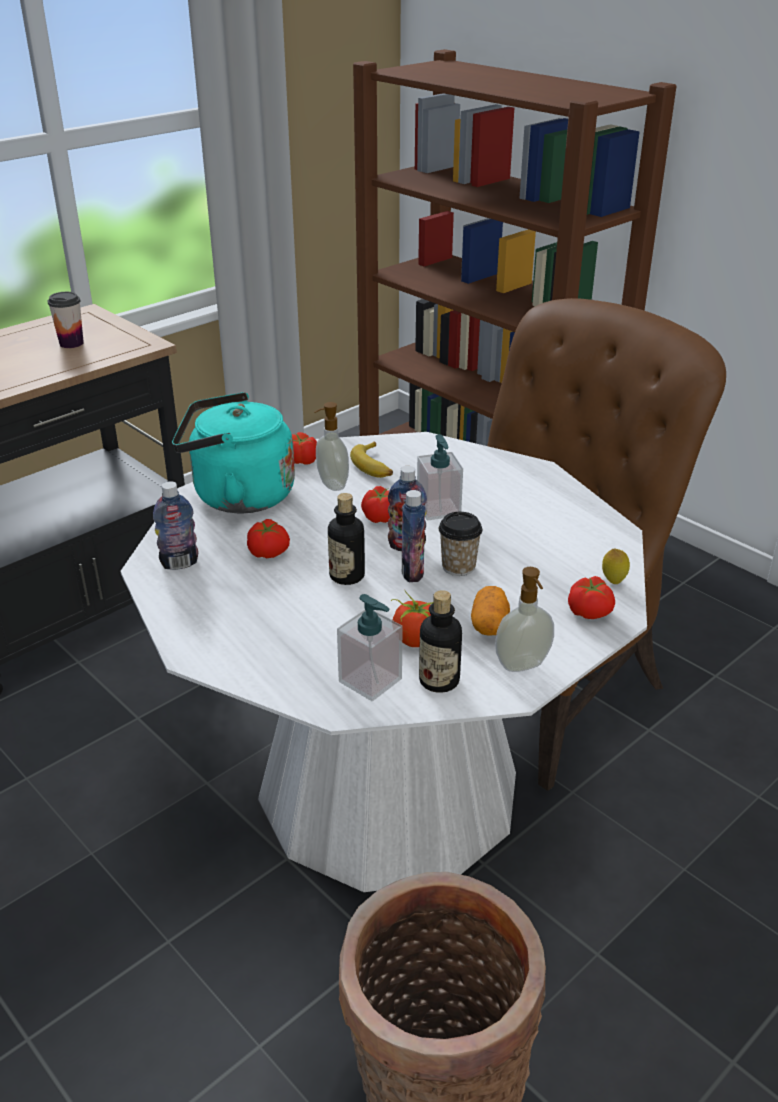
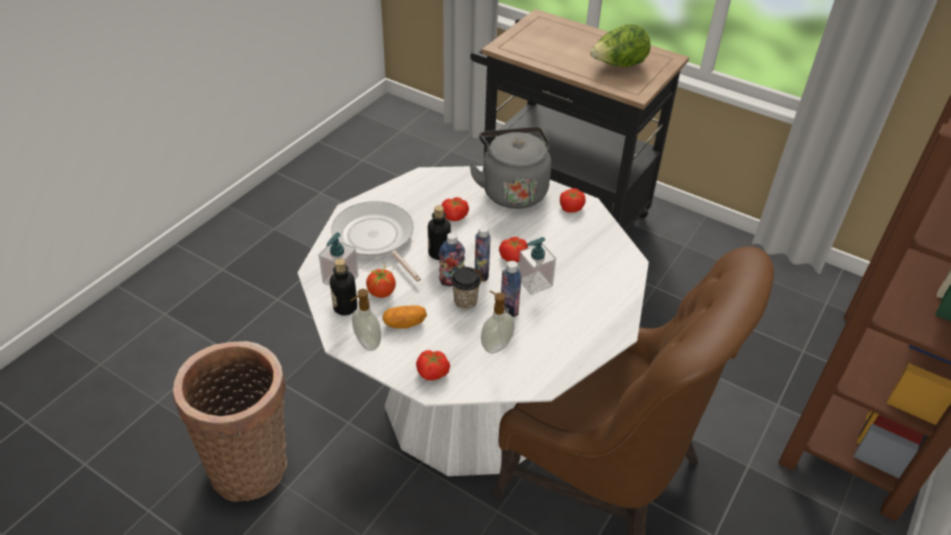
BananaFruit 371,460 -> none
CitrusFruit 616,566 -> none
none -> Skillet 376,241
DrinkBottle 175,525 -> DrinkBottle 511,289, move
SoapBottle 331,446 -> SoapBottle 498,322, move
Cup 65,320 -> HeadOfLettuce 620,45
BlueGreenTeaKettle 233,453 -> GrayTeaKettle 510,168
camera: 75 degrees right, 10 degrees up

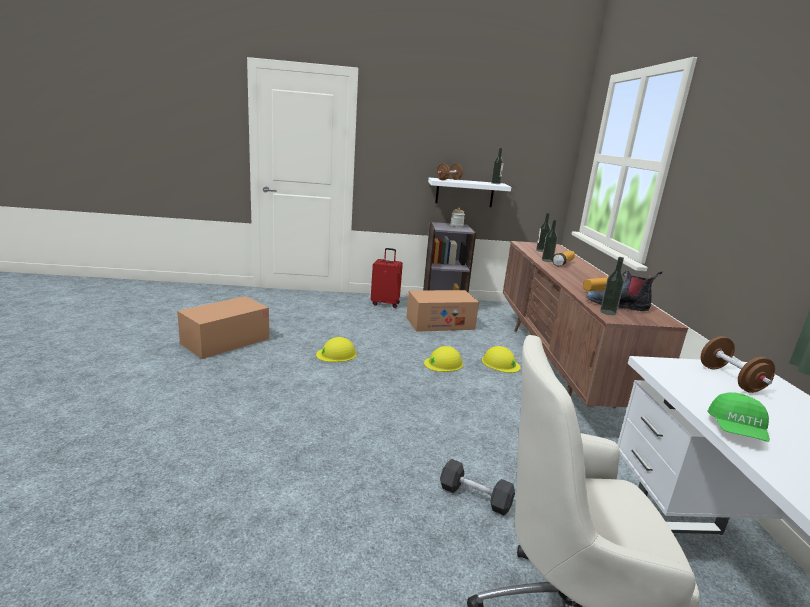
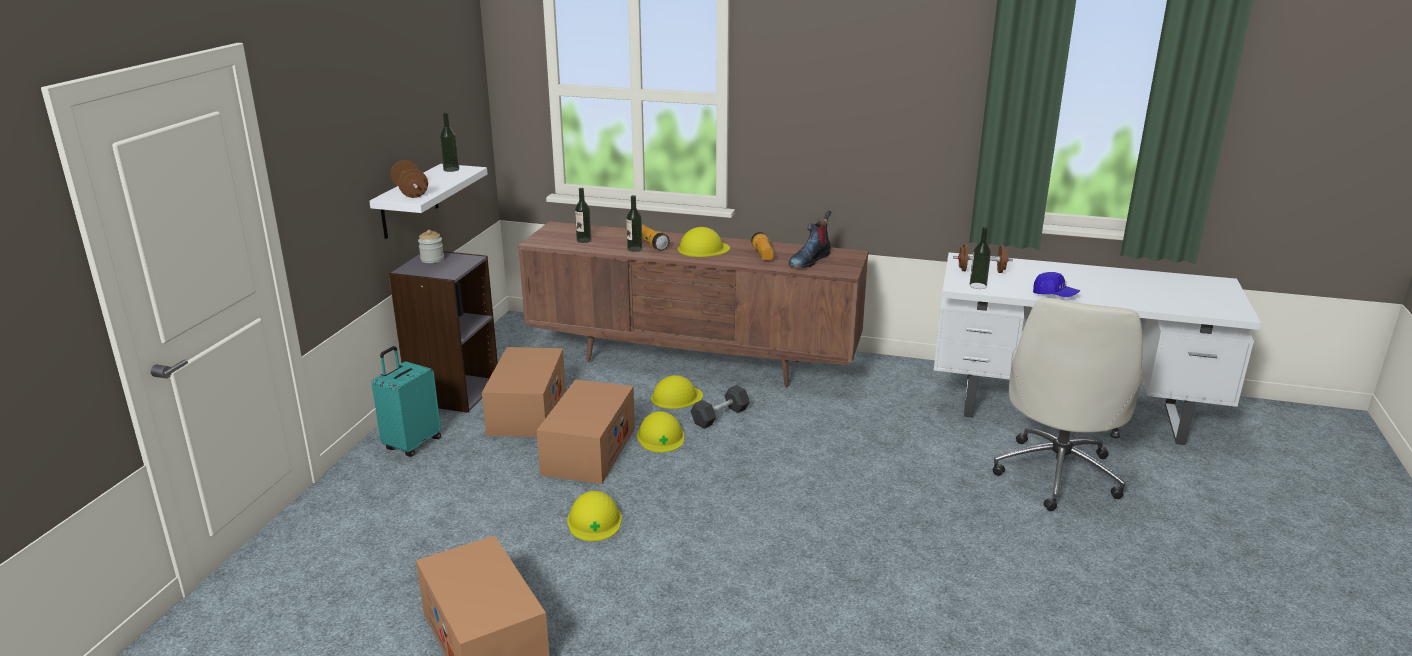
none -> Carton 586,431
none -> YellowHardHat 704,242
GrayHandWeight 477,487 -> GrayHandWeight 720,407, move
DrinkBottle 612,286 -> DrinkBottle 980,258, move
RedColouredTravelCase 387,278 -> BlueGreenTravelCase 406,401
GreenColouredBaseballCap 738,417 -> BluishBaseballCap 1056,284
camera: 70 degrees left, 5 degrees up

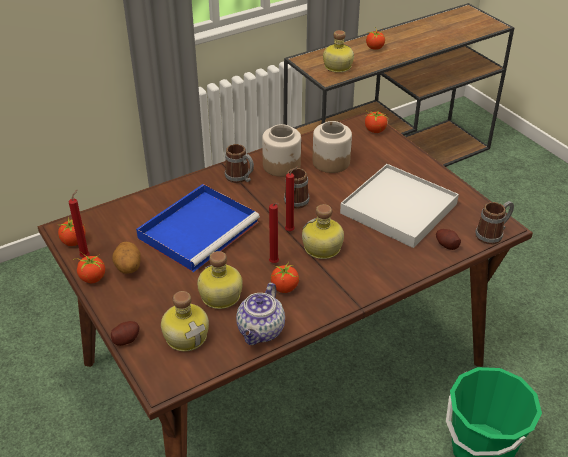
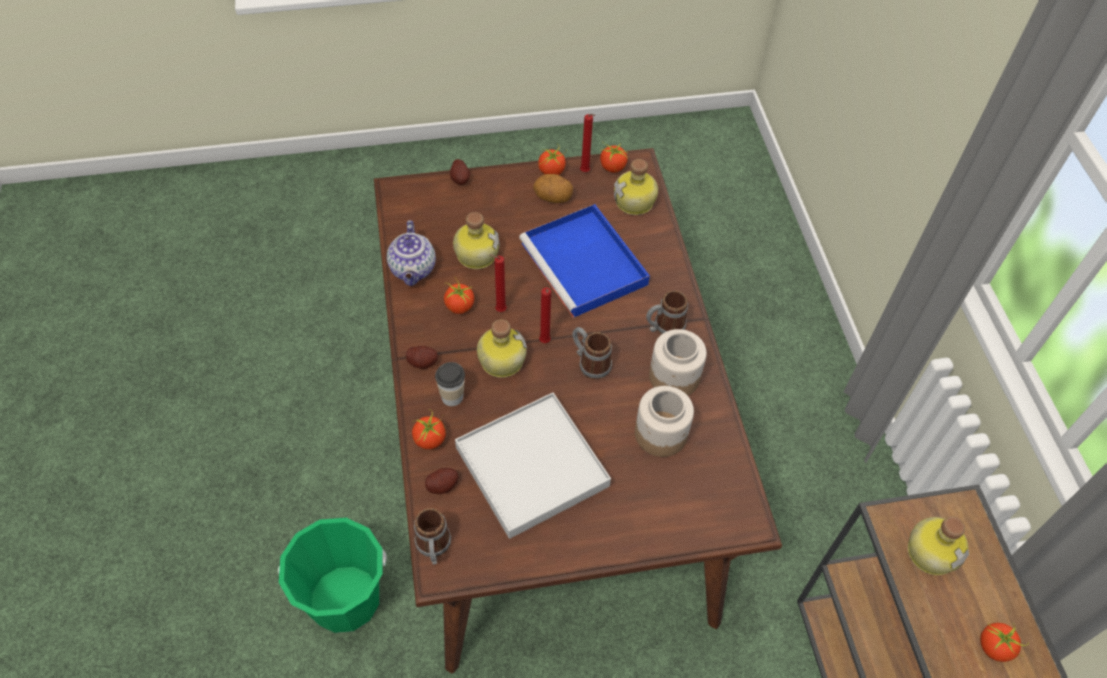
none -> WholePotato 422,357
none -> Cup 450,384
DrinkBottle 185,321 -> DrinkBottle 636,187, move
FreshTomato 376,121 -> FreshTomato 429,429, move
PotForTea 260,314 -> PotForTea 411,253, 135 degrees counterclockwise
camera: 110 degrees right, 15 degrees up

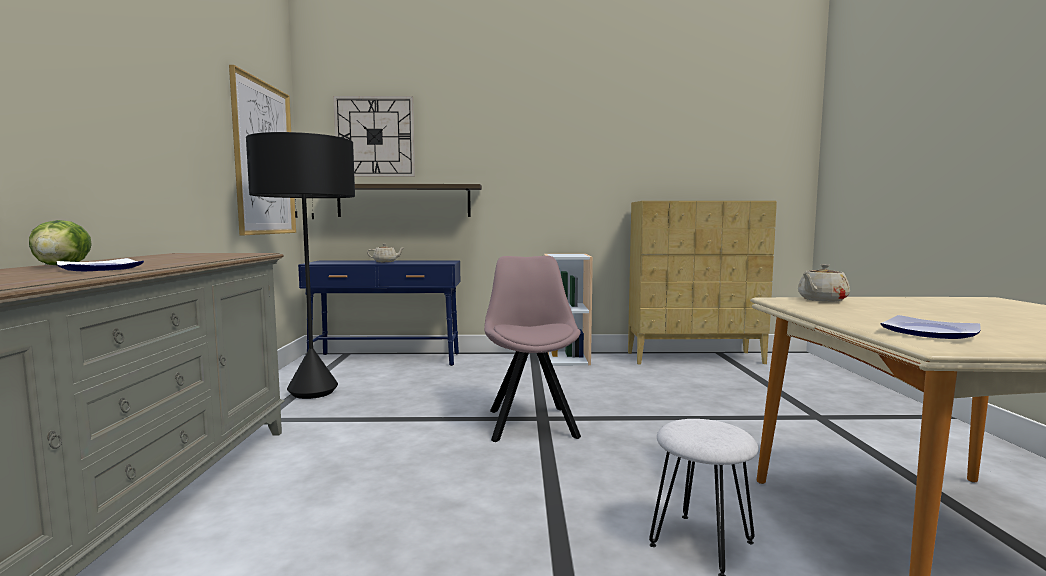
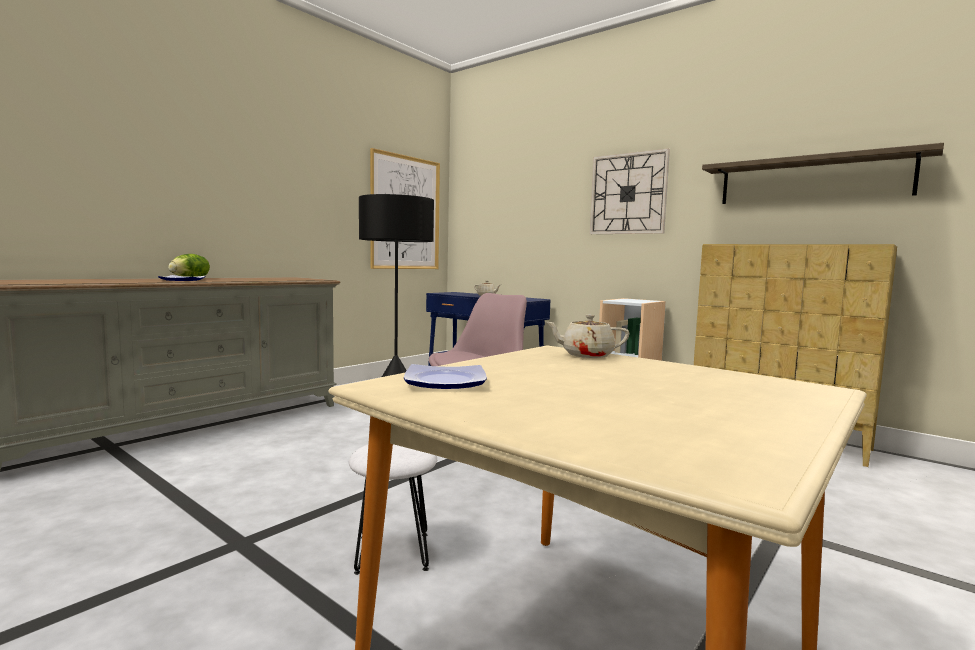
WallClock 374,136 -> WallClock 630,191, move
BracketShelf 409,200 -> BracketShelf 823,173, move
camera: 40 degrees right, 0 degrees up

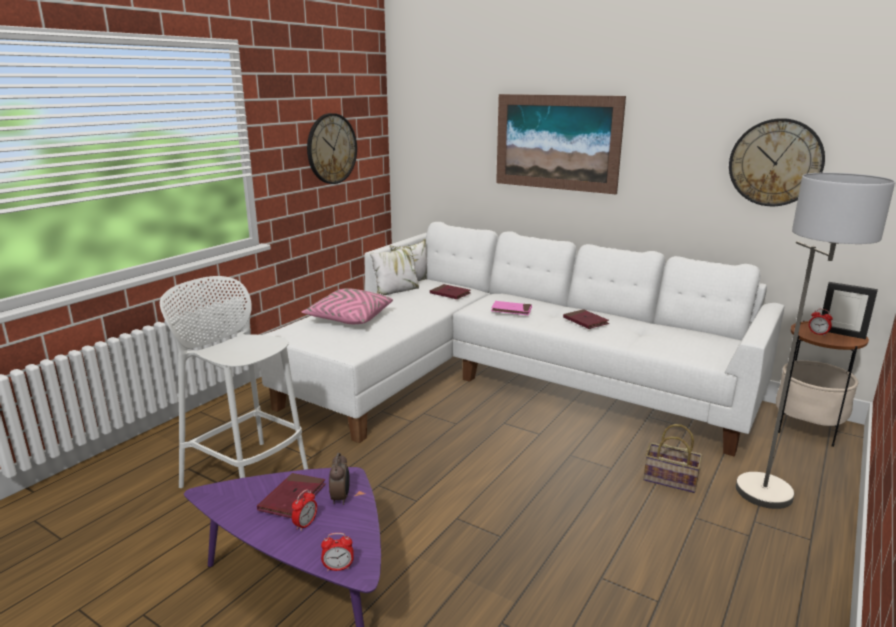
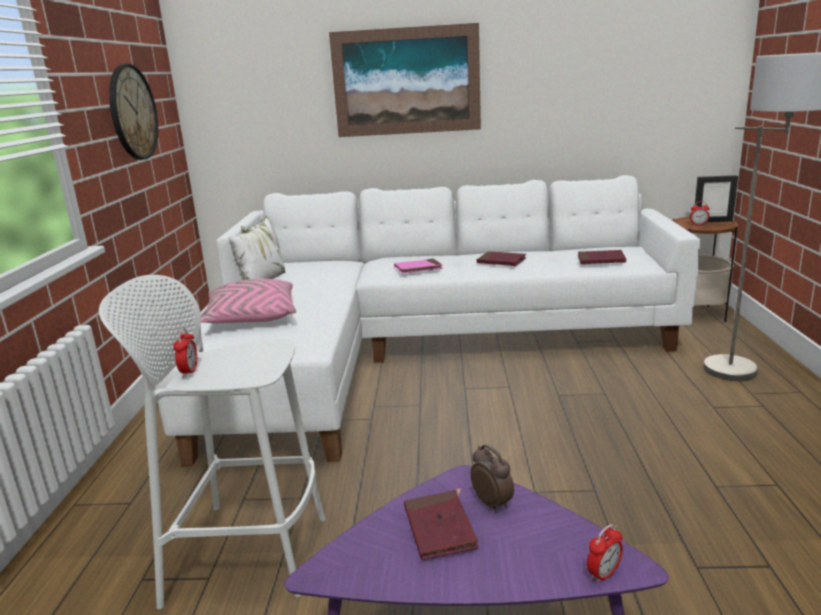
HouseholdBasket 673,458 -> none
WallClock 777,162 -> none
TableClock 304,510 -> TableClock 185,352, move
RedColouredBoundBook 450,291 -> RedColouredBoundBook 602,257, move
camera: 30 degrees left, 0 degrees up

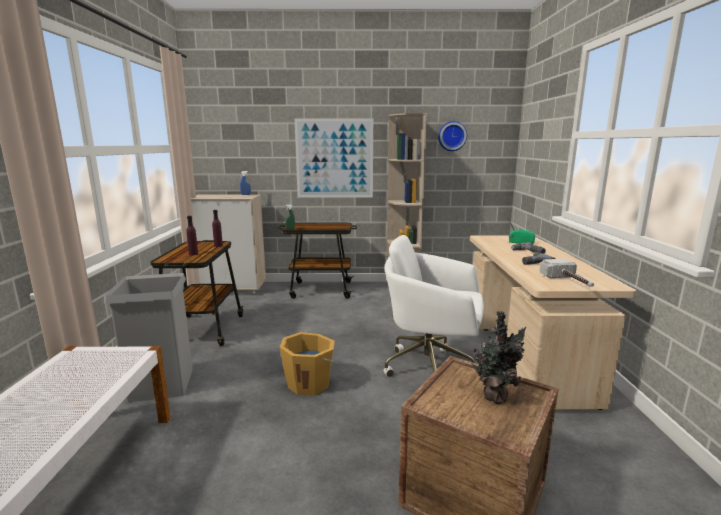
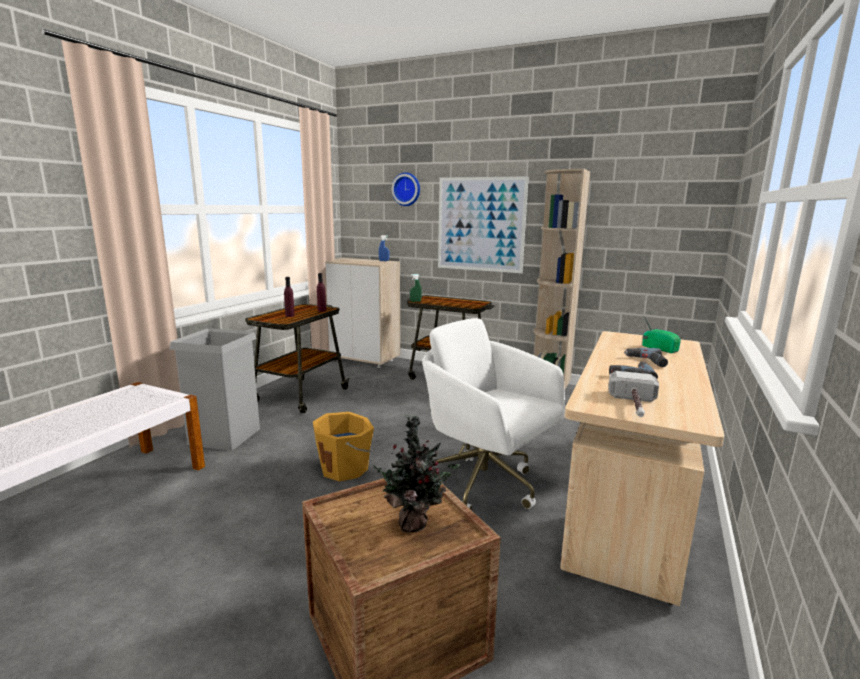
WallClock 452,136 -> WallClock 406,189, move
camera: 25 degrees right, 0 degrees up

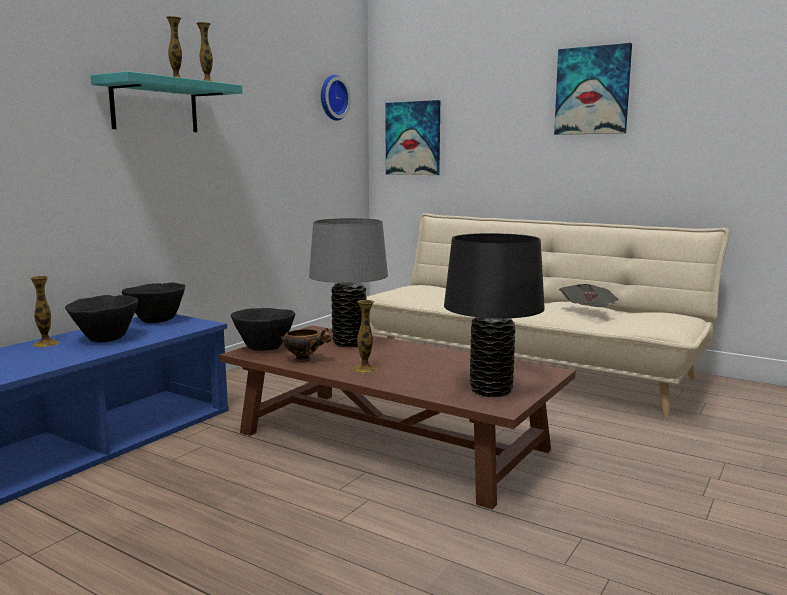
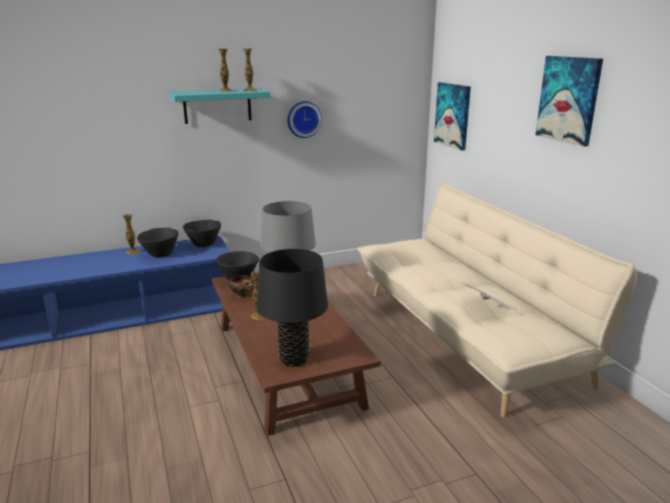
WallClock 336,98 -> WallClock 304,119, move
camera: 35 degrees right, 10 degrees up

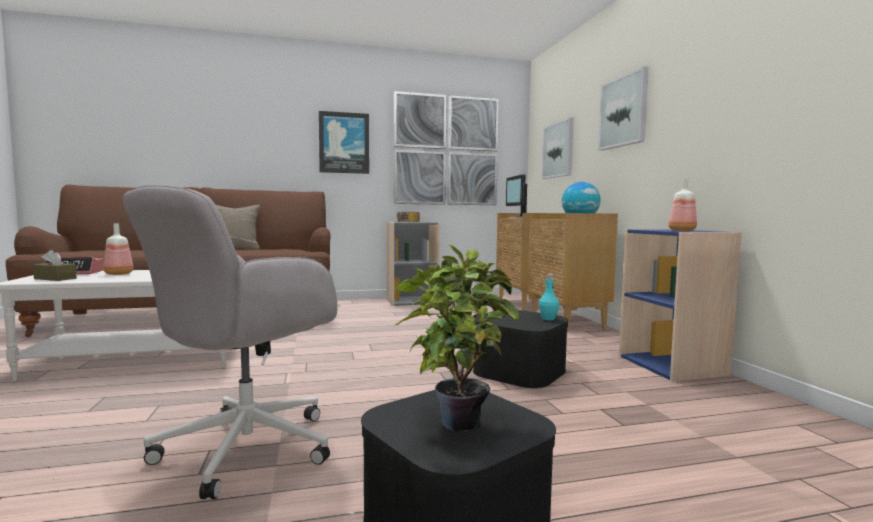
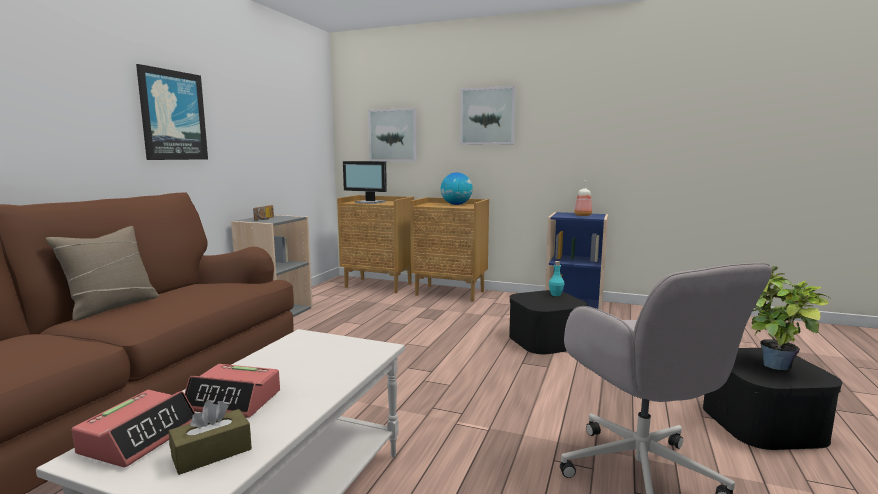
Picture 446,148 -> none
DrinkBottle 118,249 -> TableClock 232,391
camera: 55 degrees left, 5 degrees up

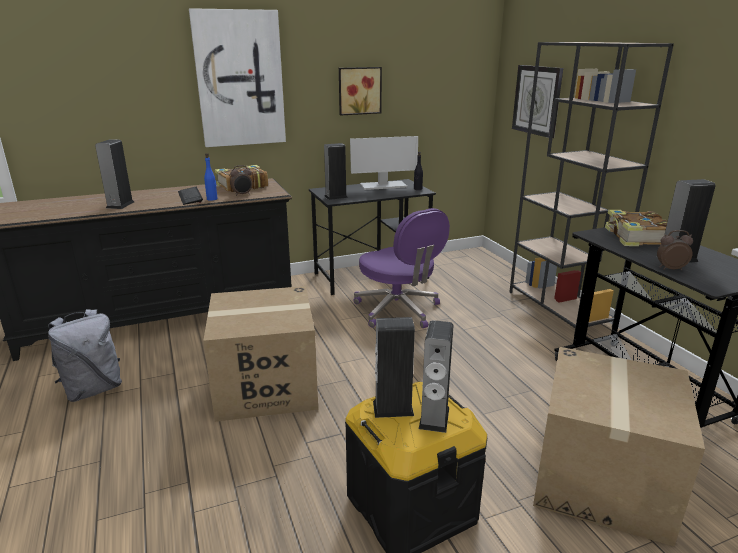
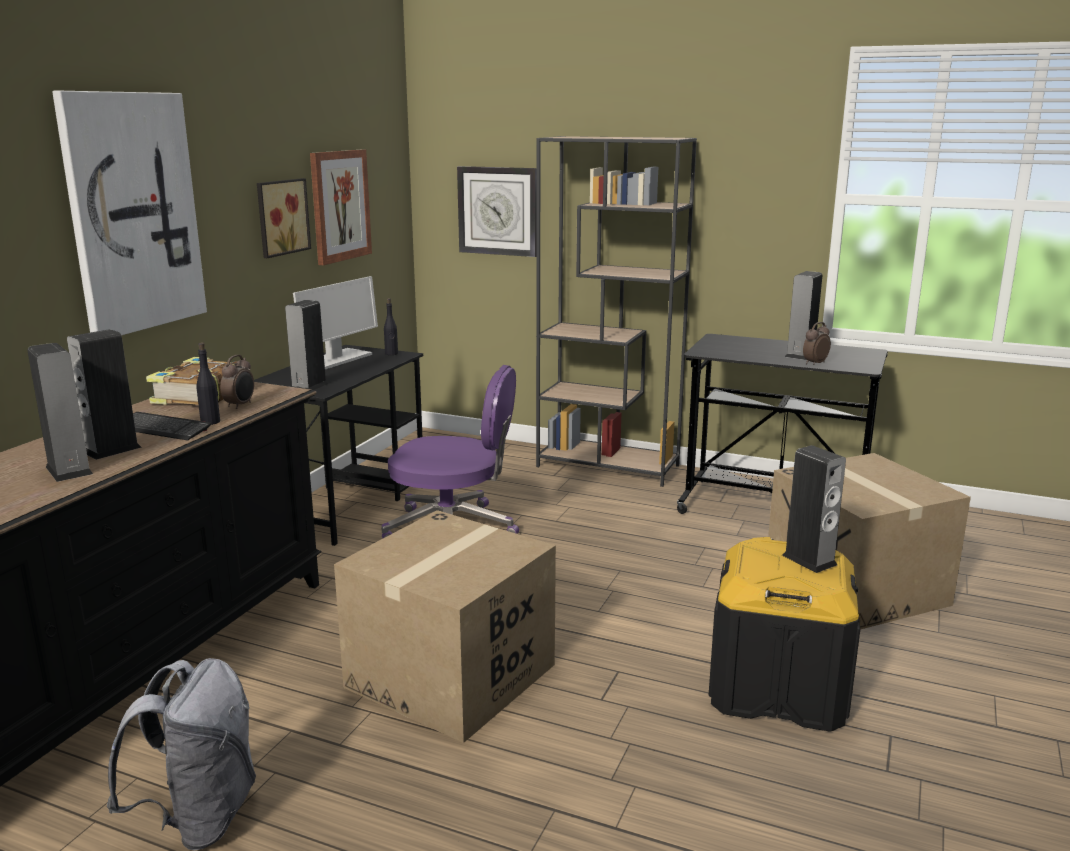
BoundBook 636,228 -> none
none -> Picture 341,207
Speaker 394,367 -> Speaker 104,394, move
BluishDrinkBottle 211,177 -> BlackColouredDrinkBottle 208,383
camera: 45 degrees left, 5 degrees down

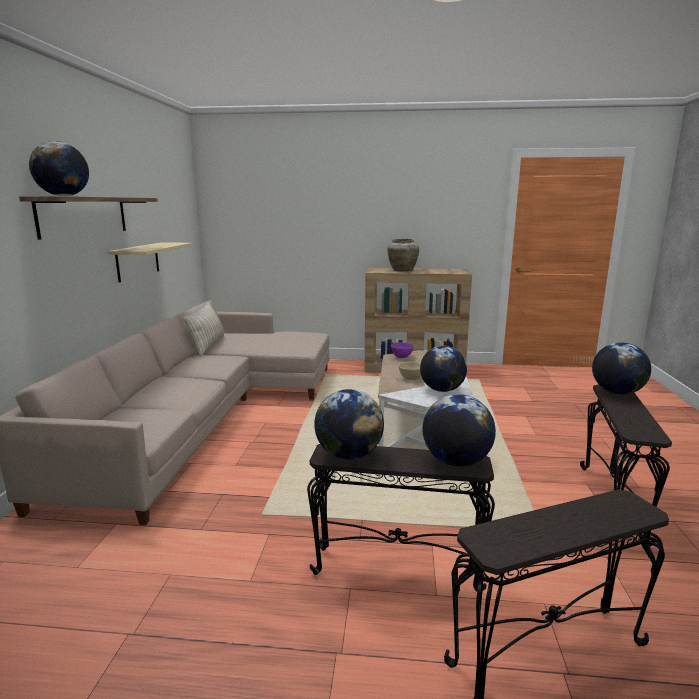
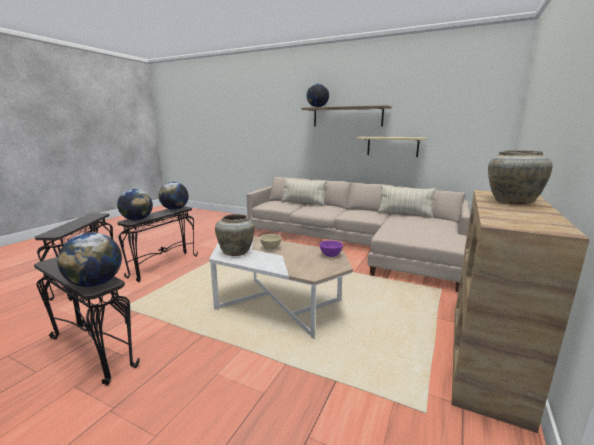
none -> Cushion 304,192
DeskGlobe 443,369 -> BeigeFlowerVase 235,235
camera: 110 degrees right, 0 degrees up

